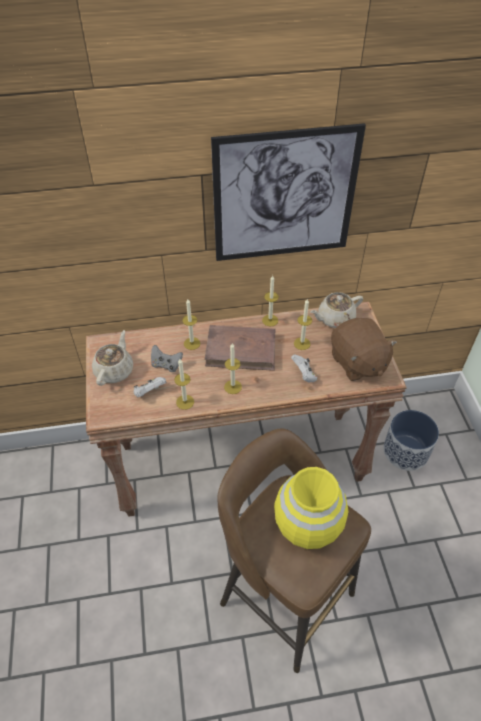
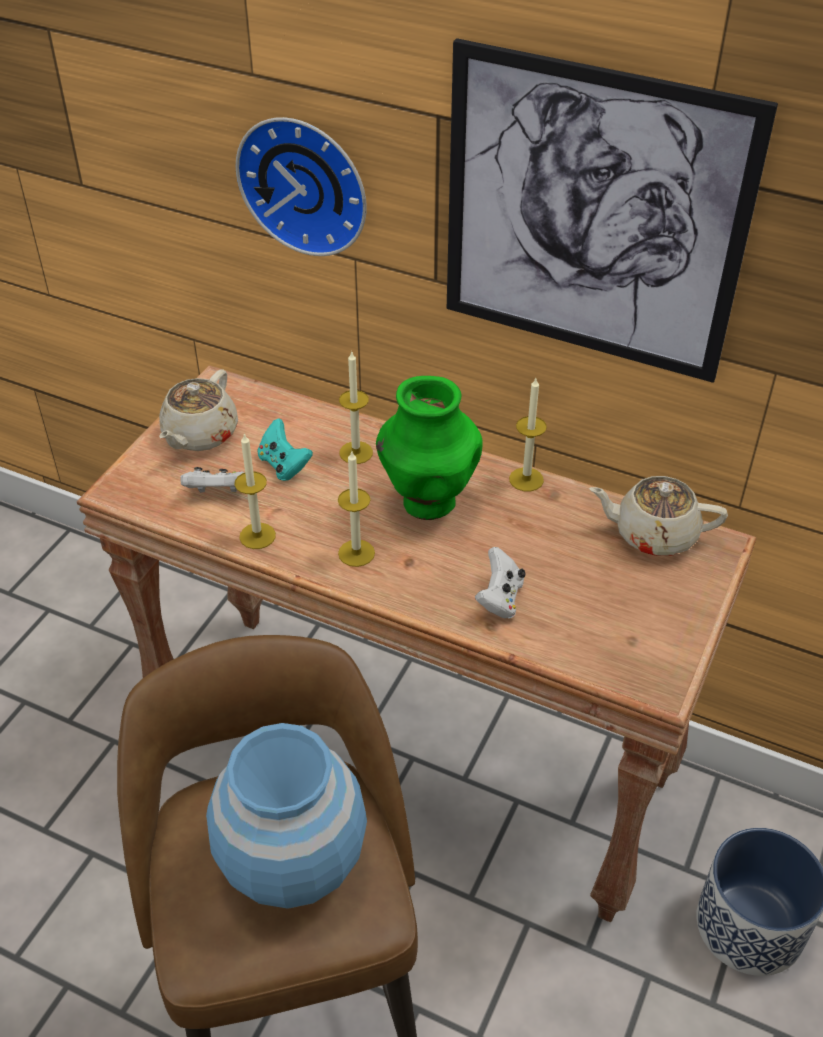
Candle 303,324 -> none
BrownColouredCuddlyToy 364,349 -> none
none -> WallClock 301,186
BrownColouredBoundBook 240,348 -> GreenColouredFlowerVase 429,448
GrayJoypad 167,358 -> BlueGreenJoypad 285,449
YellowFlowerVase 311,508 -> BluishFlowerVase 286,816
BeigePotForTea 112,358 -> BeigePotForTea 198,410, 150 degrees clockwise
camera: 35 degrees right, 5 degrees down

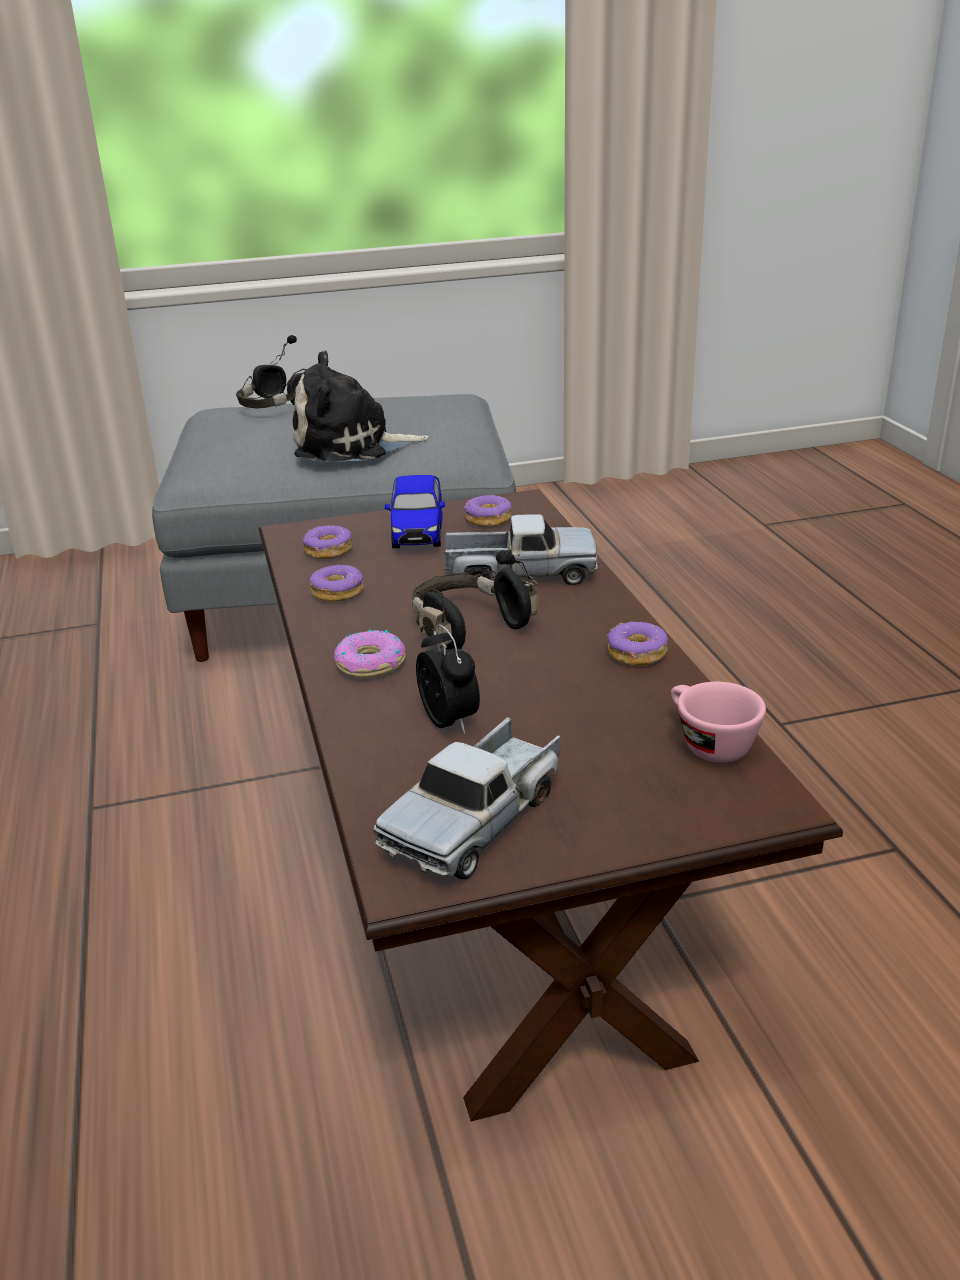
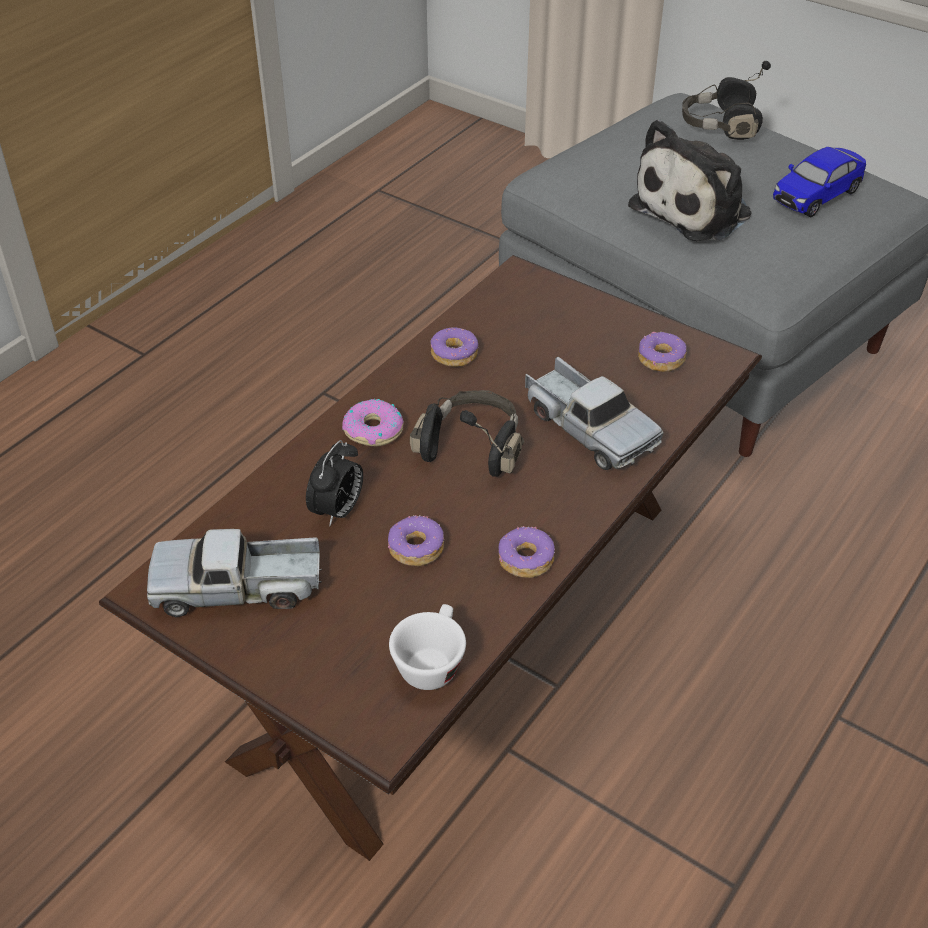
RingDoughnut 328,542 -> RingDoughnut 416,540, move
ToyCar 415,511 -> ToyCar 819,182, move
PinkishCup 718,722 -> WhiteColouredCup 427,647
CuddlyToy 360,406 -> CuddlyToy 690,180, 90 degrees counterclockwise
camera: 50 degrees right, 15 degrees up

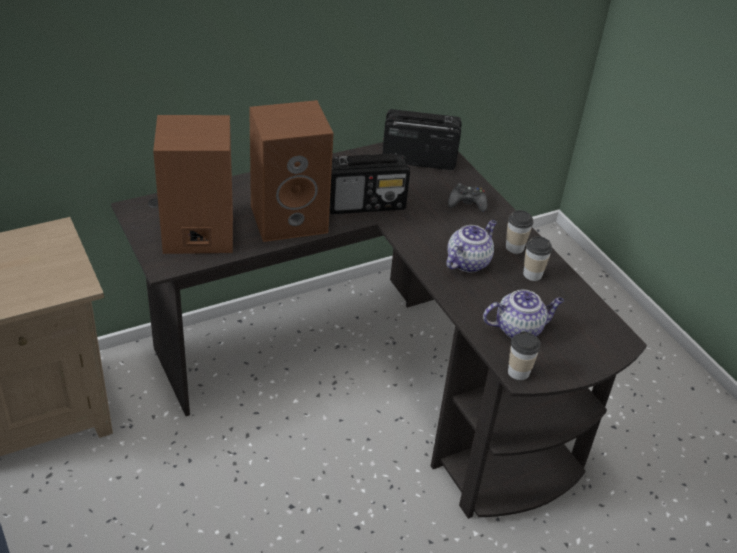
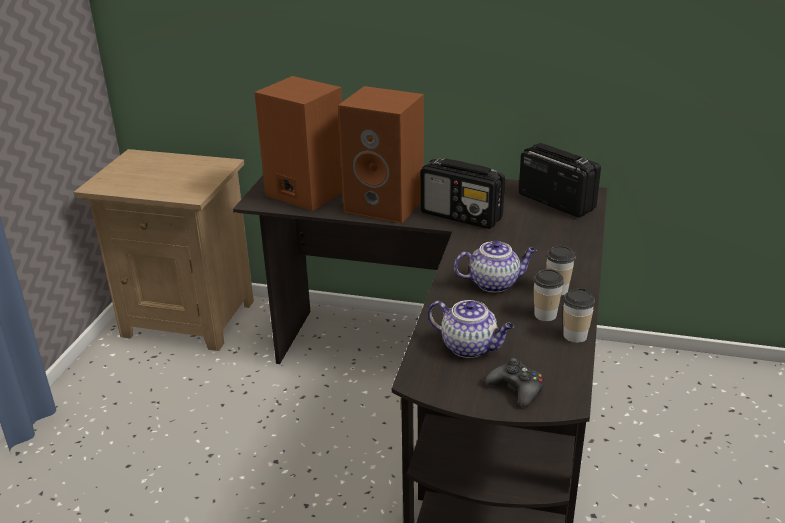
BlackColouredJoypad 467,197 -> BlackColouredJoypad 514,382, move
Cup 524,355 -> Cup 579,315, move
camera: 45 degrees right, 10 degrees down

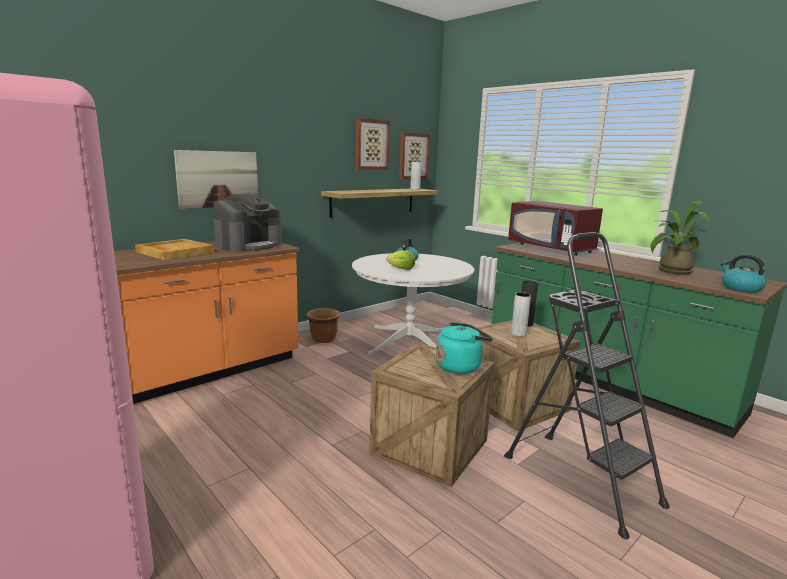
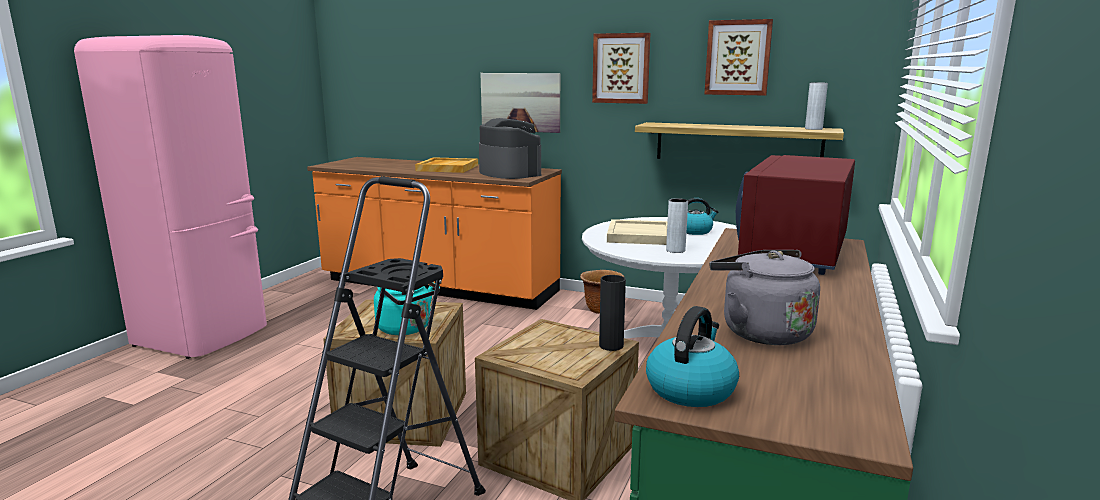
Picture 414,155 -> Picture 621,68, move
GrayFlowerVase 521,314 -> GrayFlowerVase 677,225, move
HeadOfLettuce 400,260 -> BeigeCarryingTray 637,232
Houseplant 681,237 -> GrayTeaKettle 765,297
CoffeeBrewer 248,223 -> CoffeeBrewer 510,148, 135 degrees counterclockwise
camera: 65 degrees right, 0 degrees up

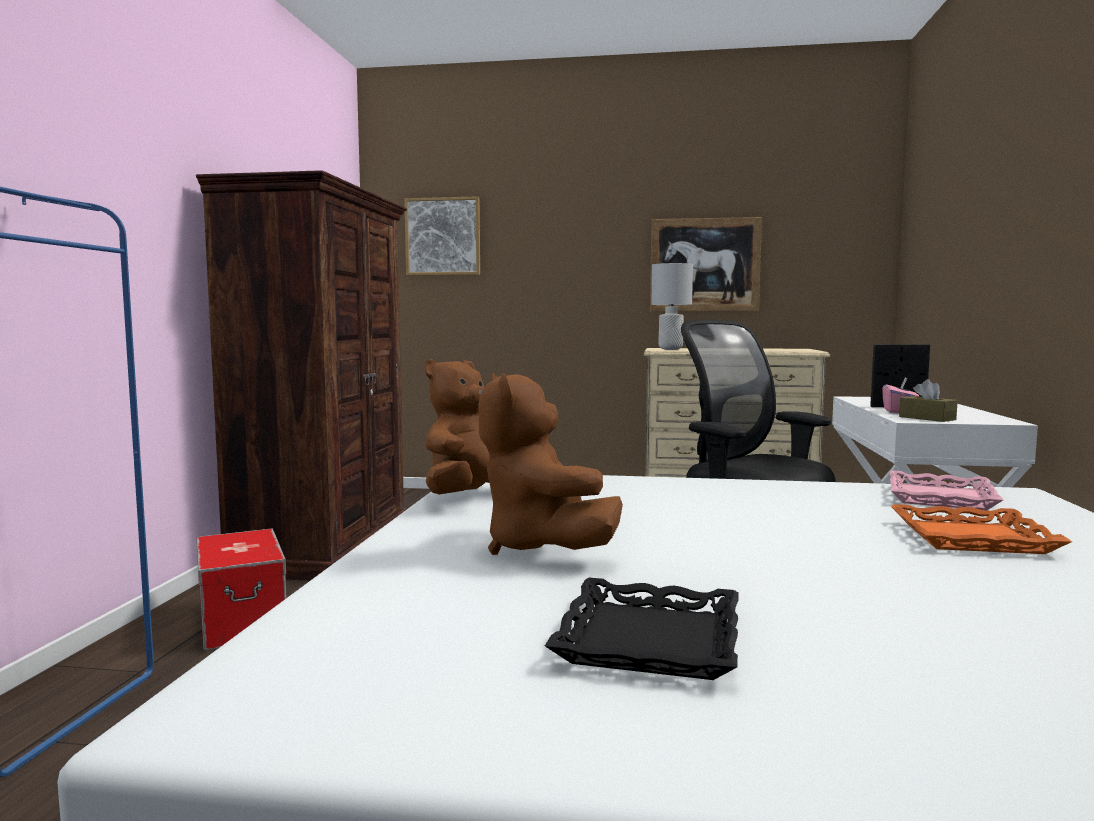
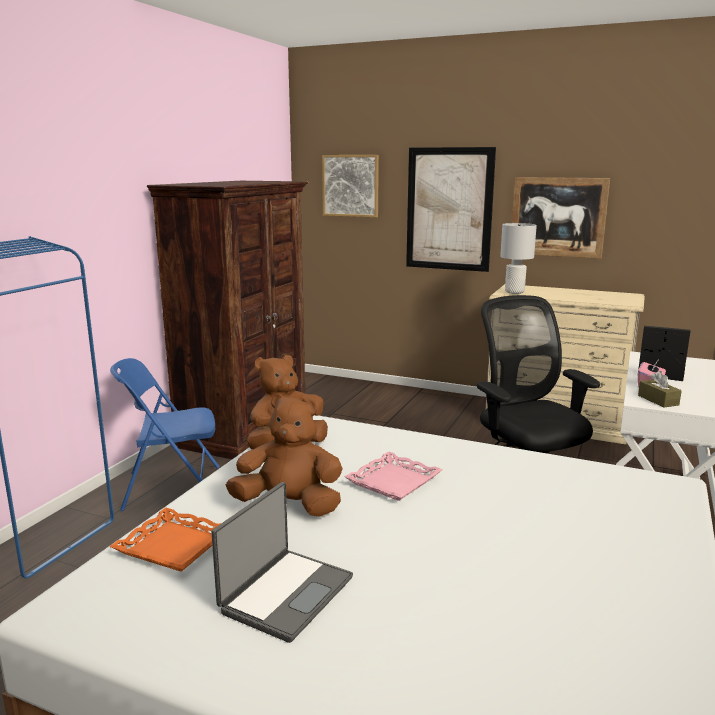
none -> Picture 451,209
PinkishCarryingTray 946,490 -> PinkishCarryingTray 393,476, move
OrangeCarryingTray 981,529 -> OrangeCarryingTray 165,540, move
StorageBox 241,590 -> BluishChair 164,434
BlackColouredCarryingTray 642,629 -> NotebookComputer 282,562
BrownColouredCuddlyToy 551,464 -> BrownColouredCuddlyToy 284,455, 105 degrees clockwise
camera: 15 degrees right, 10 degrees up

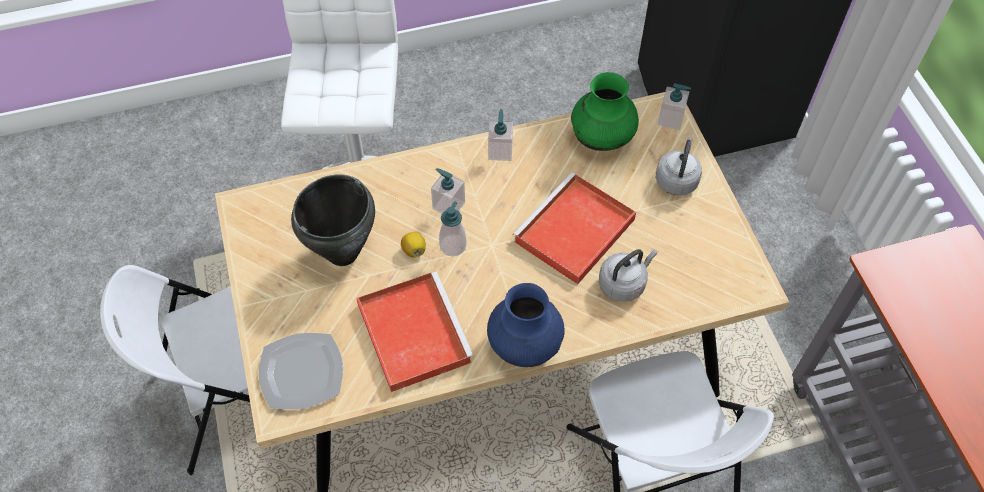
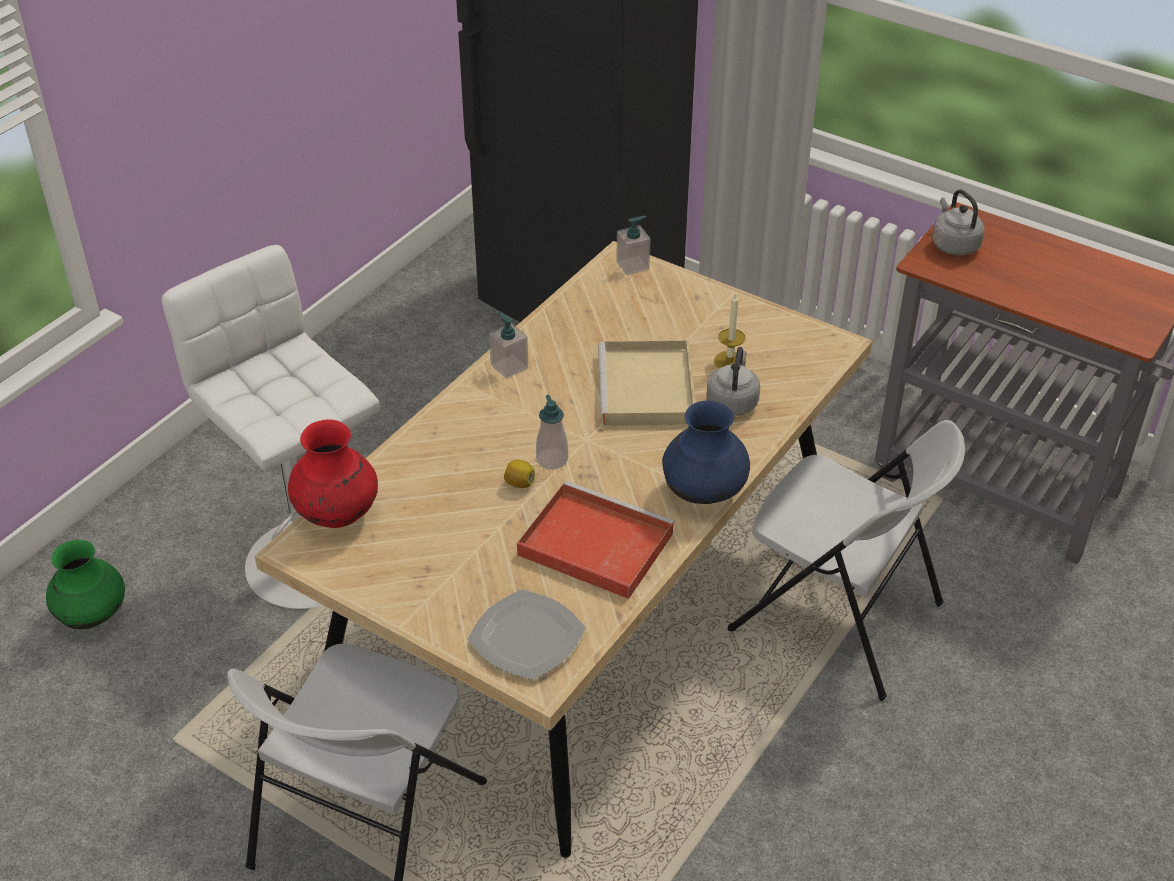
BlackColouredStockpot 333,220 -> none
SoapBottle 448,190 -> none
none -> RedColouredFlowerVase 333,474
none -> Candle 730,330
GreenColouredFlowerVase 605,111 -> GreenColouredFlowerVase 85,584, move
GrayTeaKettle 679,167 -> GrayTeaKettle 958,222, move
RedColouredCarryingTray 574,228 -> BeigeCarryingTray 646,383
camera: 40 degrees left, 15 degrees down

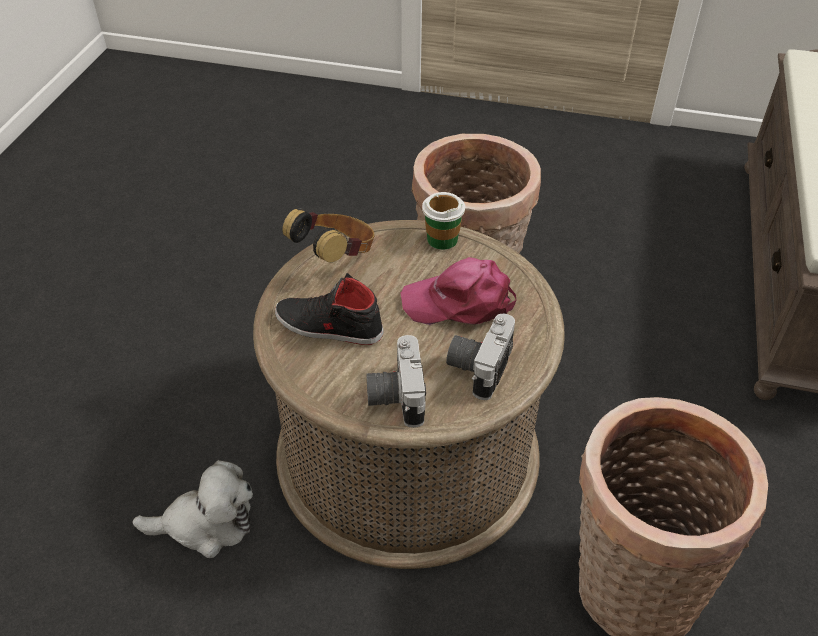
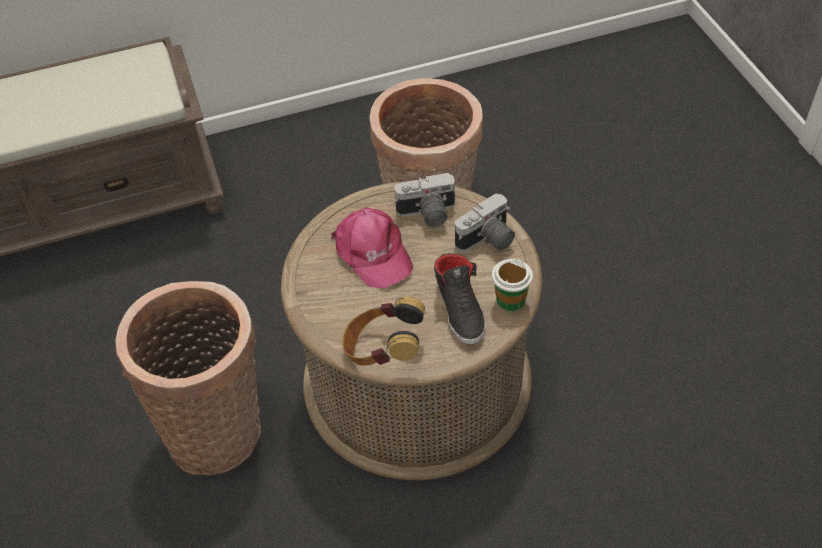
CuddlyToy 192,509 -> none
Cup 443,221 -> Cup 512,284, move
camera: 120 degrees left, 5 degrees up

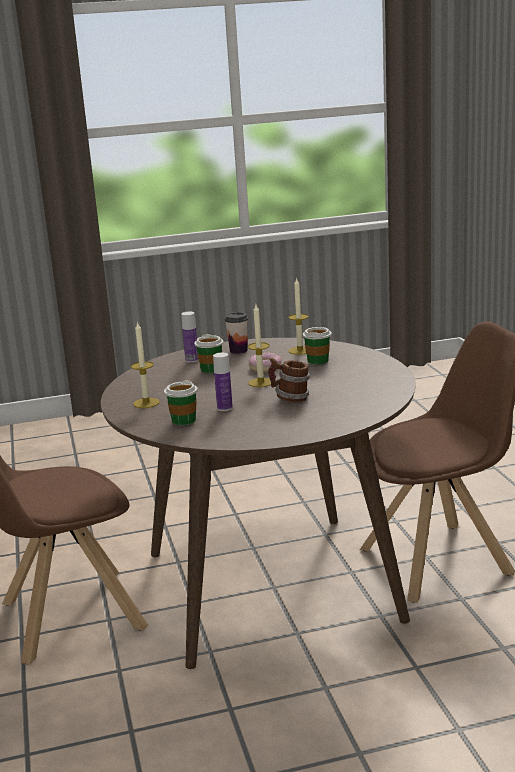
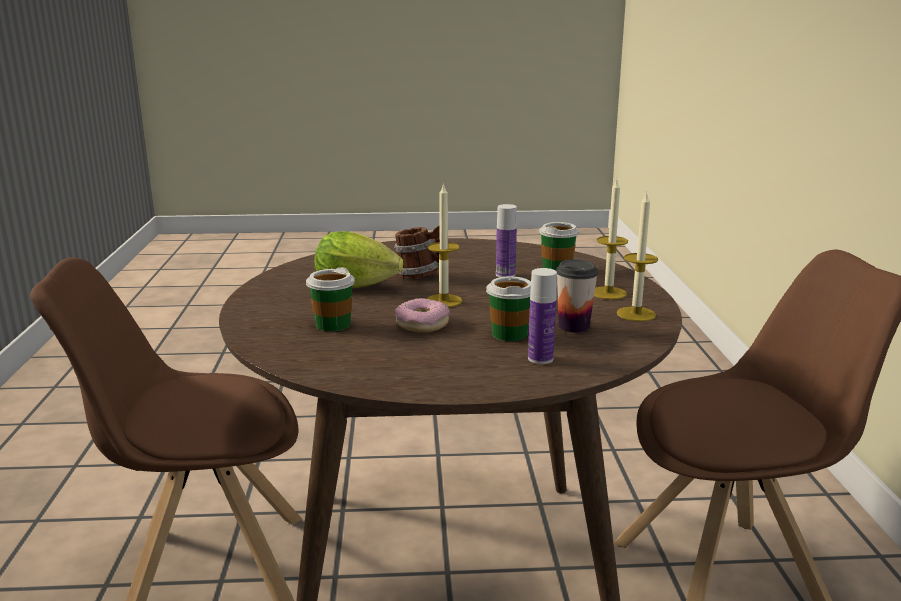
none -> HeadOfLettuce 358,259
Cup 236,333 -> Cup 577,296, move
Candle 299,316 -> Candle 637,256, move
camera: 170 degrees left, 0 degrees up

